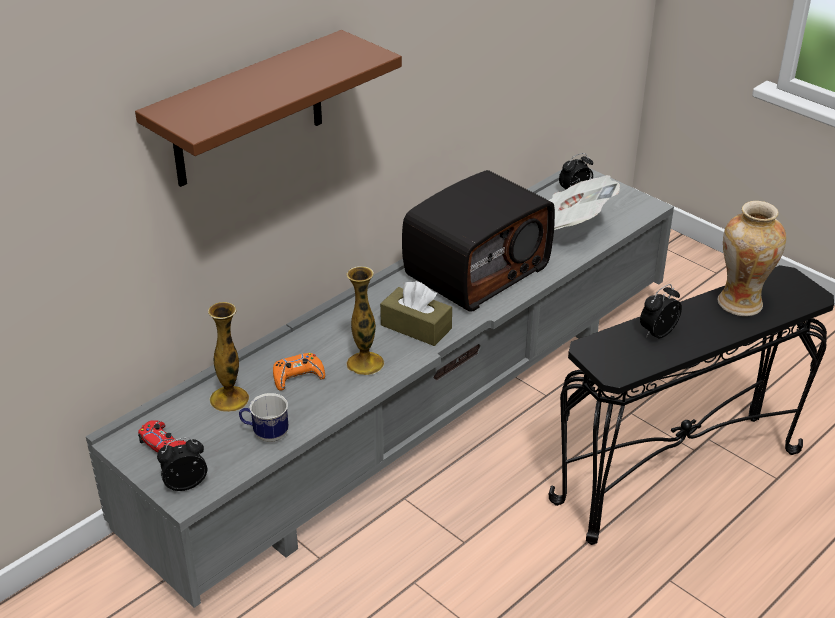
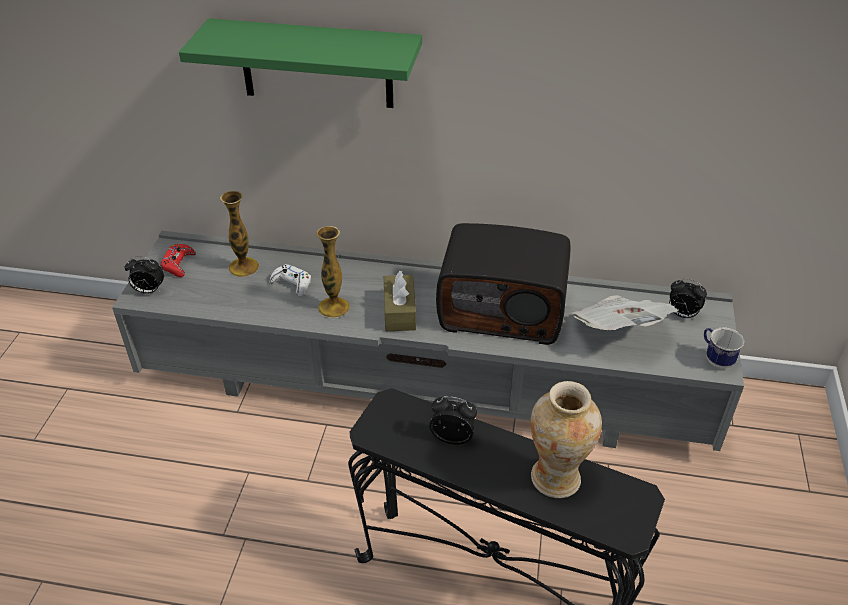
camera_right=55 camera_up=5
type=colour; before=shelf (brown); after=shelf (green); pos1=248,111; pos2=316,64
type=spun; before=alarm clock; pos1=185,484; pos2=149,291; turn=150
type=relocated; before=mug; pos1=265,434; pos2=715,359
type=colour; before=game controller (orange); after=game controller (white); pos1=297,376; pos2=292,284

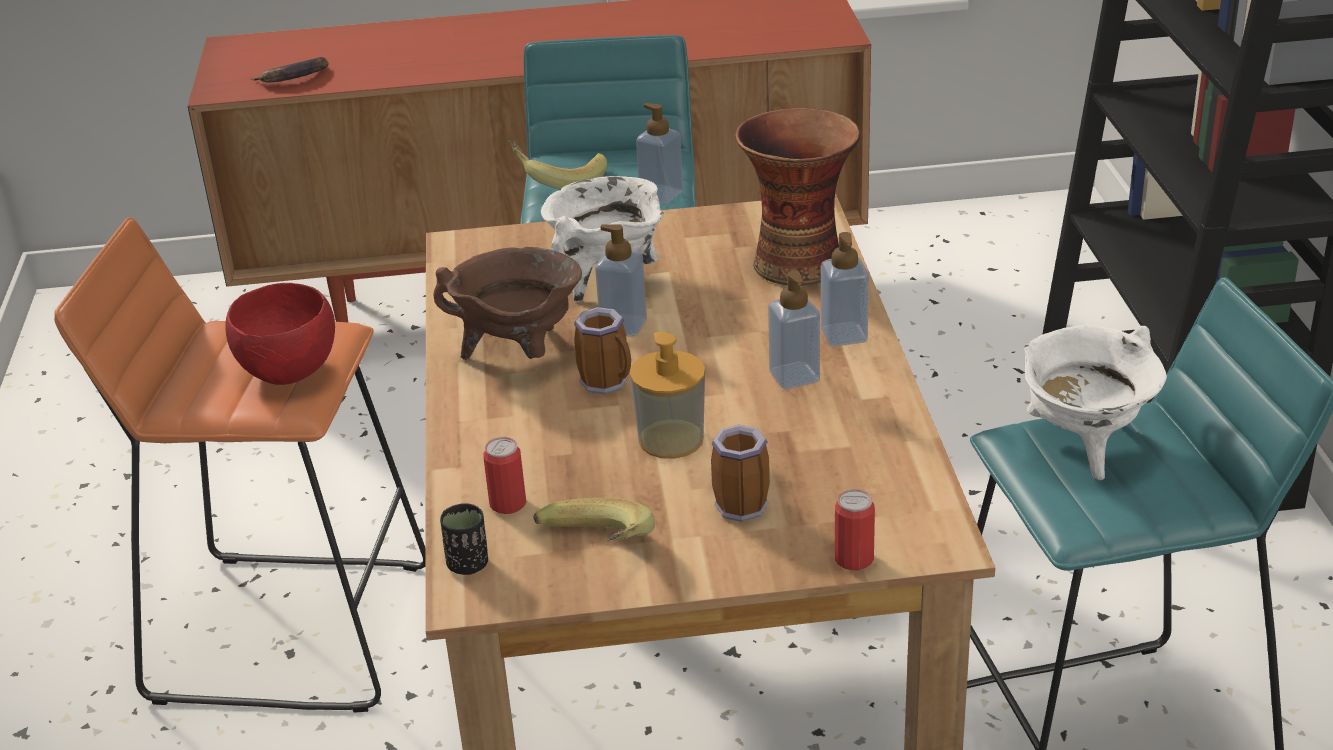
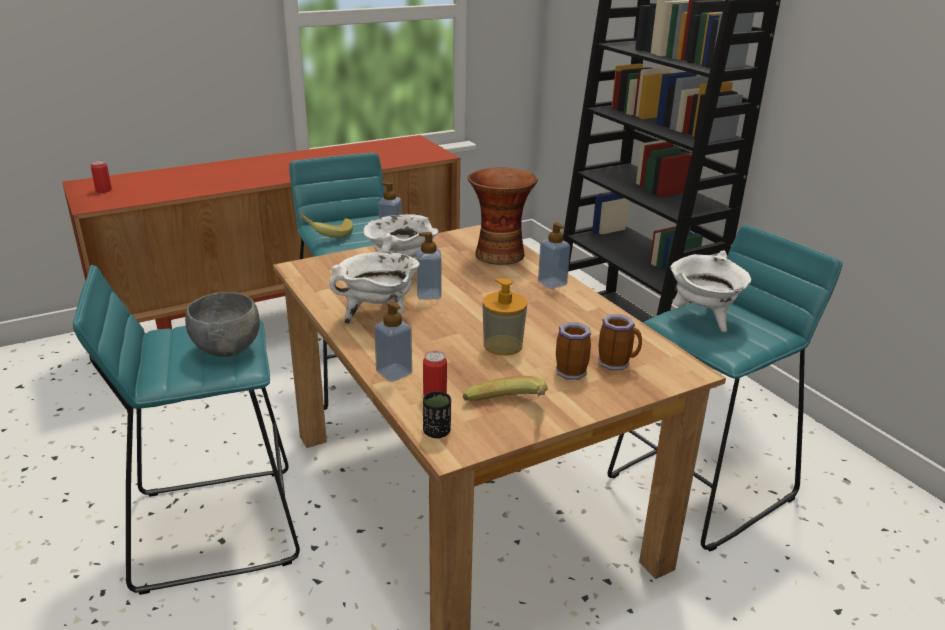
camera_right=-25 camera_up=-5
type=colour; before=stool (orange); after=stool (turquoise); pos1=289,629; pos2=214,526
type=colour; before=bowl (red); after=bowl (grey); pos1=289,371; pos2=227,349
type=missing; before=banana; pos1=294,78
type=colour; before=cooking pot (brown); after=cooking pot (white); pos1=519,354; pos2=379,316
type=relocated; before=mug; pos1=609,383; pos2=617,363
type=relocated; before=soap dispenser; pos1=794,376; pos2=394,373
type=relocated; before=can; pos1=854,559; pos2=104,190

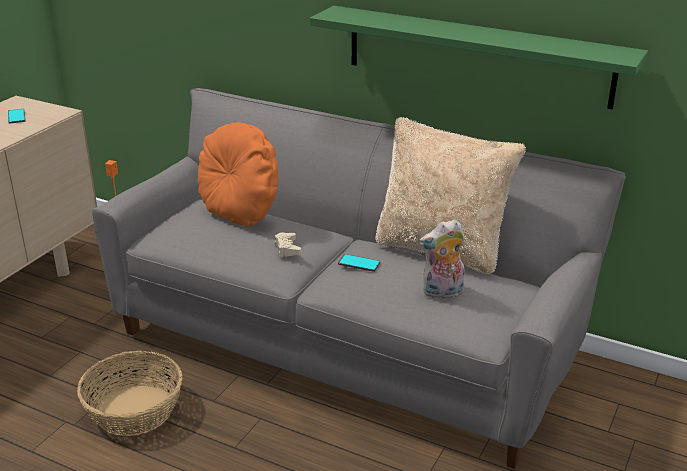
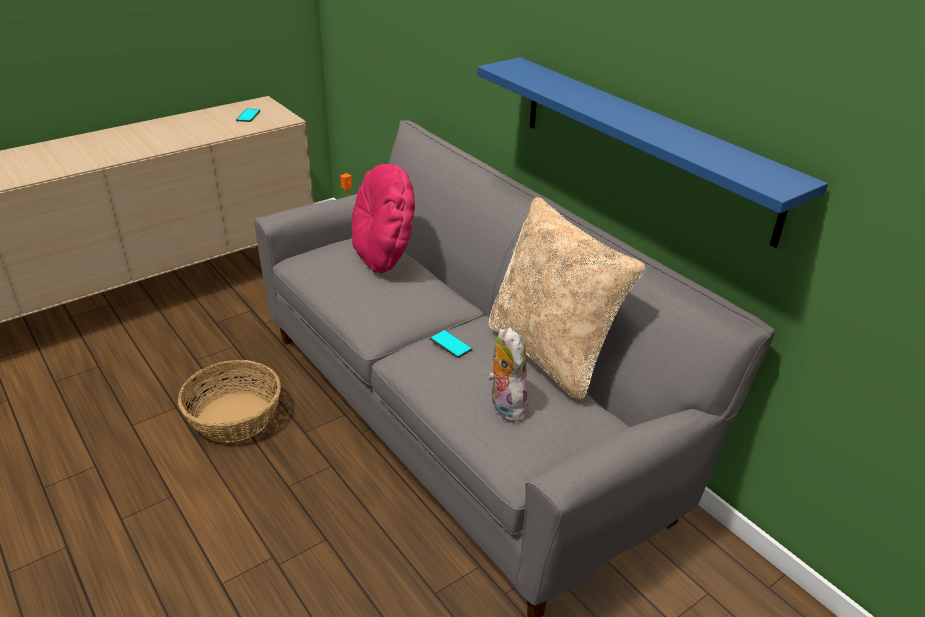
camera_right=25 camera_up=5
type=colour; before=pillow (orange); after=pillow (pink); pos1=240,214; pos2=384,258
type=missing; before=game controller (beige); pos1=287,248
type=colour; before=shelf (green); after=shelf (blue); pos1=476,56; pos2=643,144
type=spun; before=plush toy; pos1=442,293; pos2=505,406; turn=60

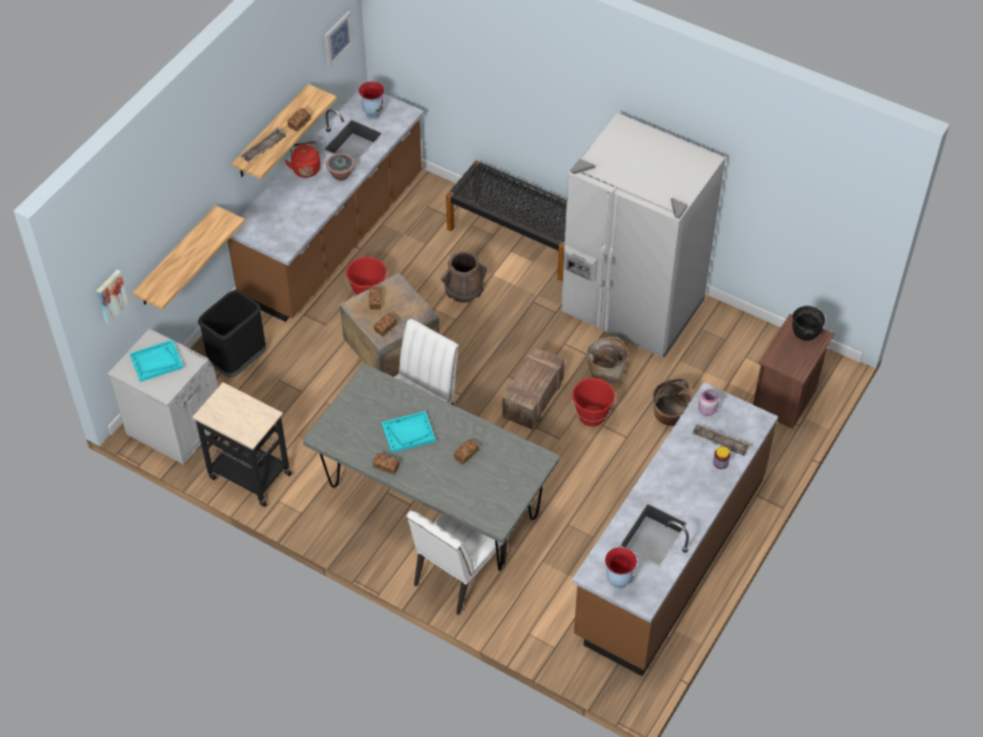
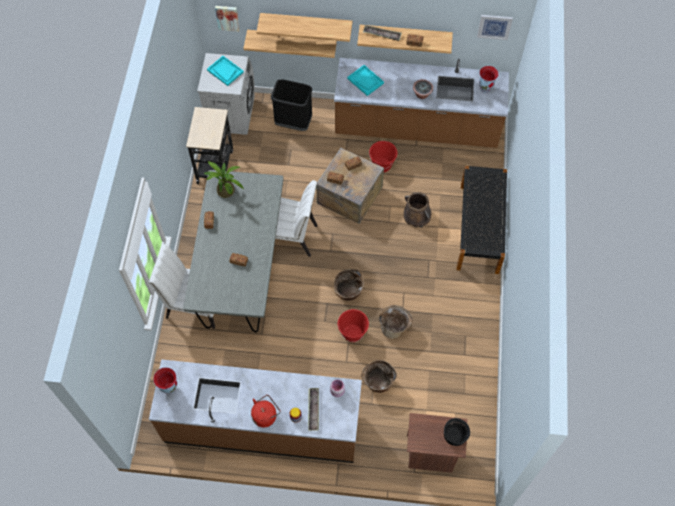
camera_right=65 camera_up=10
type=relocated; before=kettle (red); pos1=305,168; pos2=265,415
type=relocated; before=tray (turquoise); pos1=408,433; pos2=365,81
type=exchanged; before=crate; after=basket; pos1=533,399; pos2=348,293
type=missing; before=fridge (white); pos1=632,308
type=appeared; after=potted plant; pos2=225,189
type=appeared; after=shelf; pos2=306,23

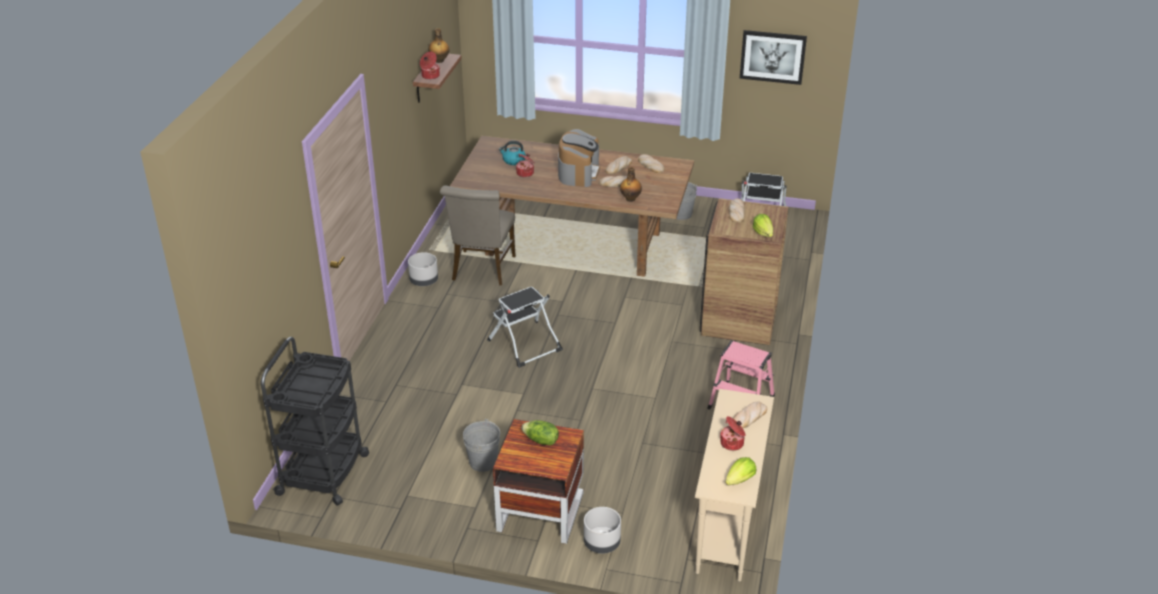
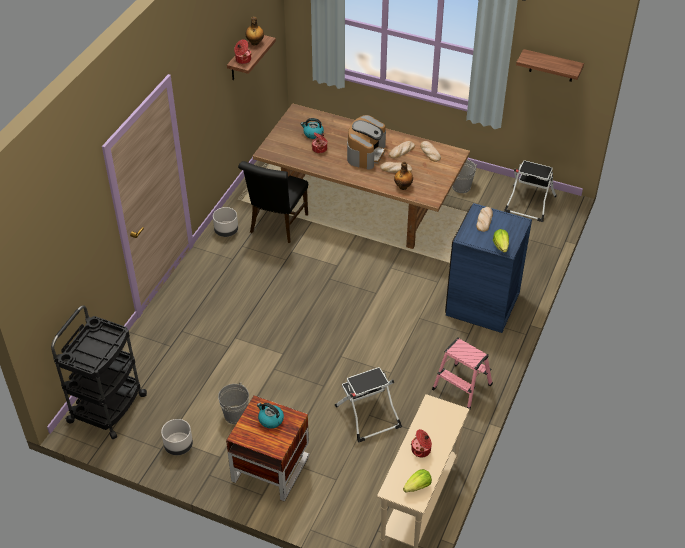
camera_right=10 camera_up=10
type=colour; before=chair (beige); after=chair (black); pos1=482,270; pos2=277,226
type=relocated; before=step ladder; pos1=525,343; pos2=368,414
type=exchanged; before=lettuce; after=kettle; pos1=541,441; pos2=270,420
type=relocated; before=planter (grey); pos1=602,543; pos2=179,446
type=colour; before=cabinet (brown); after=cabinet (blue); pos1=738,320; pos2=482,304
type=missing; before=bread; pos1=748,417
type=exchanged; before=picture; after=shelf; pos1=772,56; pos2=551,66

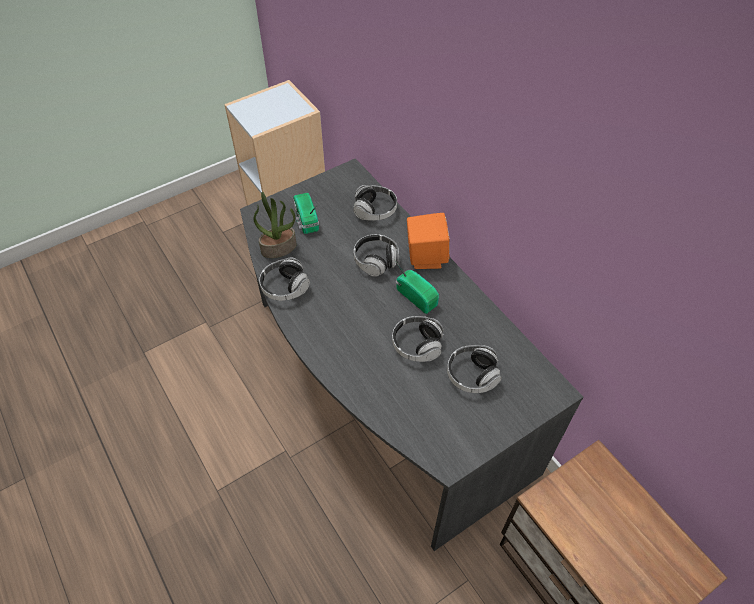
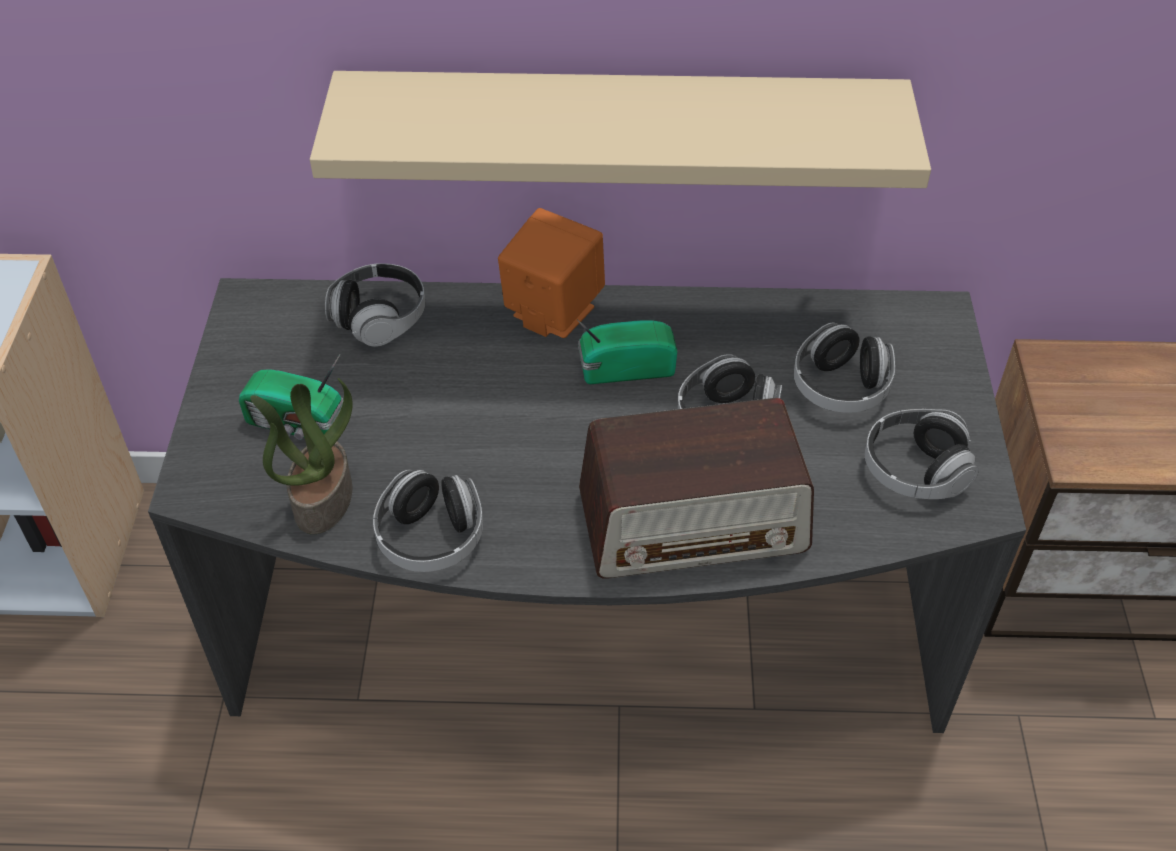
camera_right=-55 camera_up=-5
type=relocated; before=headphones; pos1=376,261; pos2=915,470
type=appeared; after=shelf (beige); pos2=619,127
type=appeared; after=radio; pos2=694,522

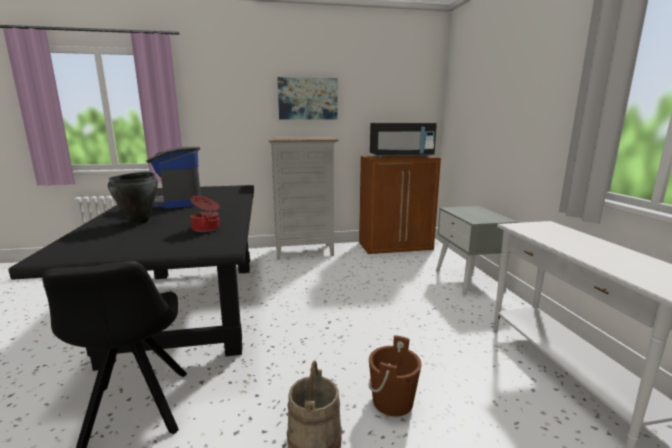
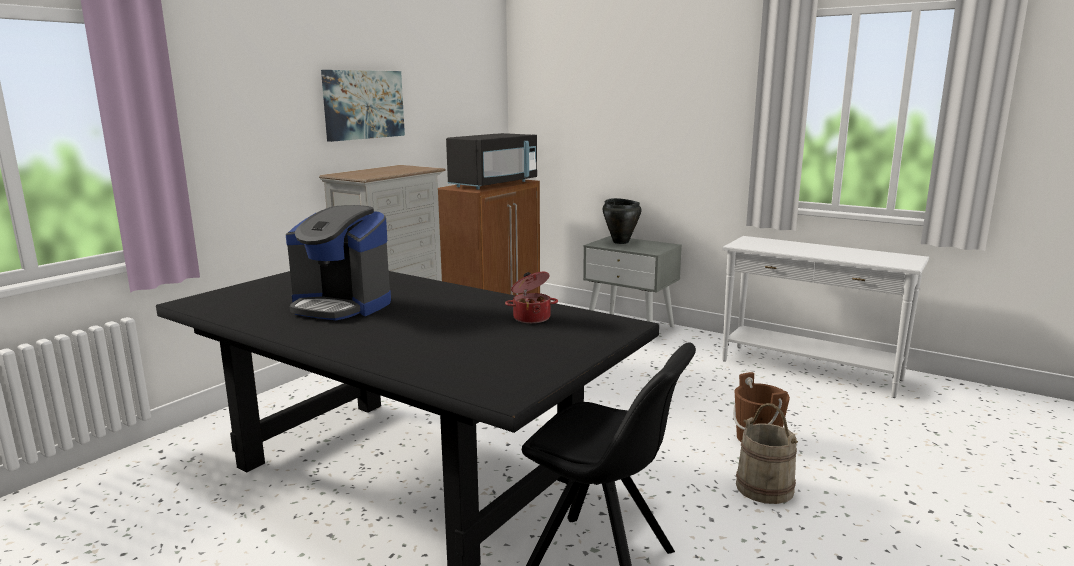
camera_right=-45 camera_up=0
type=relocated; before=cooking pot (black); pos1=139,221; pos2=621,242

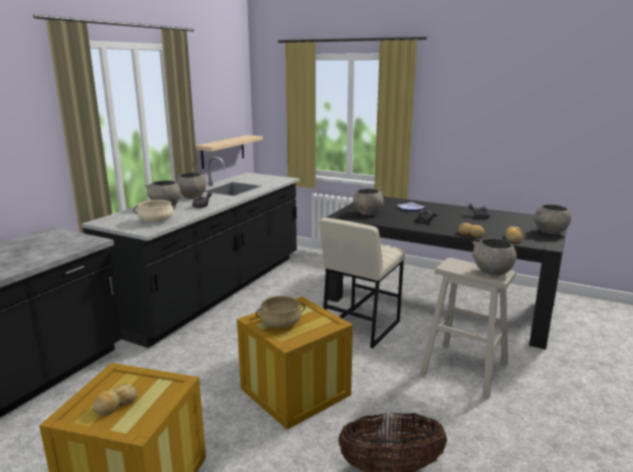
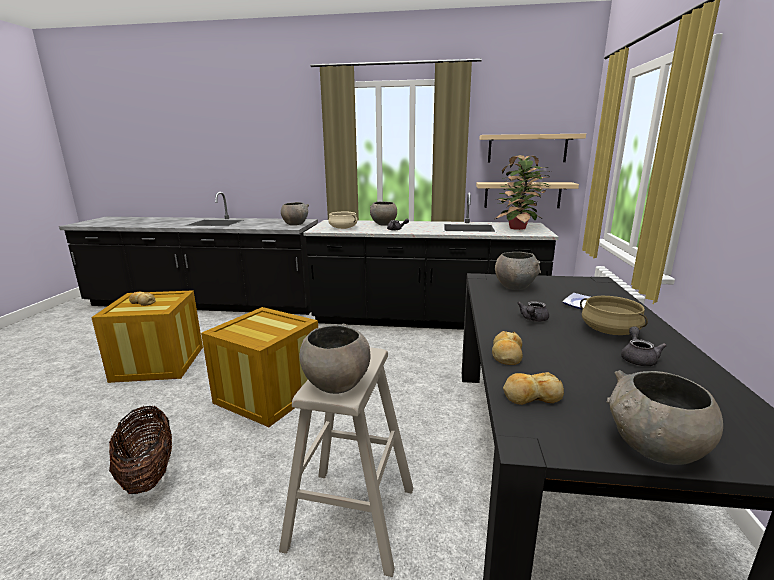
camera_right=70 camera_up=0
type=relocated; before=bowl (grey); pos1=192,197; pos2=295,224
type=relocated; before=cooking pot (beige); pos1=280,323; pos2=609,331
type=missing; before=chair (beige); pos1=360,327
type=appeared; after=shelf (beige); pos2=527,148
type=appeared; after=potted plant; pos2=519,228

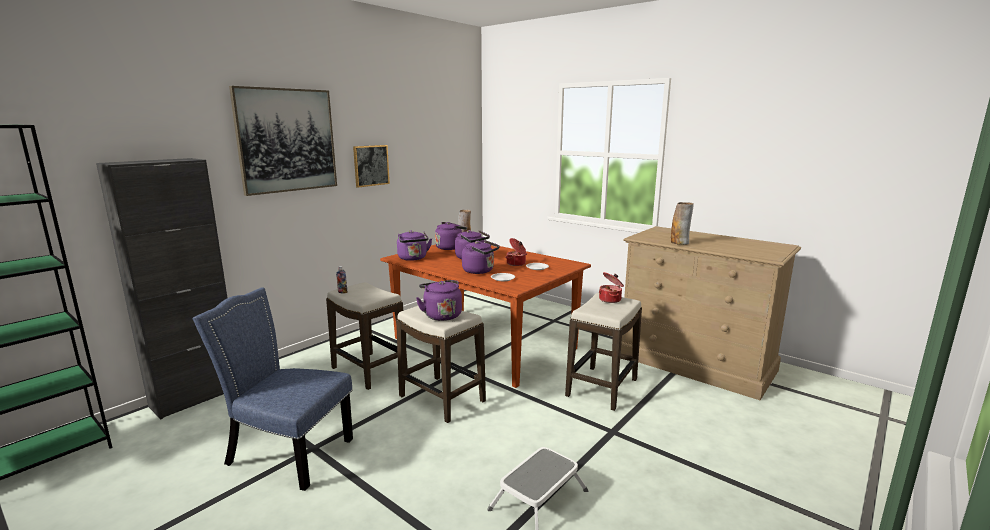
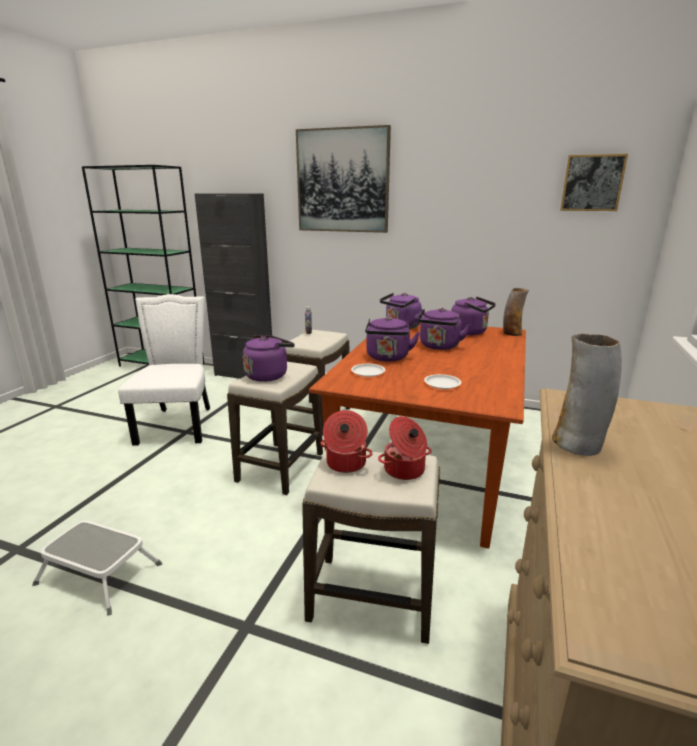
camera_right=70 camera_up=5
type=colour; before=chair (blue); after=chair (white); pos1=291,454; pos2=177,426
type=relocated; before=picture; pos1=371,165; pos2=592,183
type=relocated; before=cooking pot; pos1=516,264; pos2=345,464

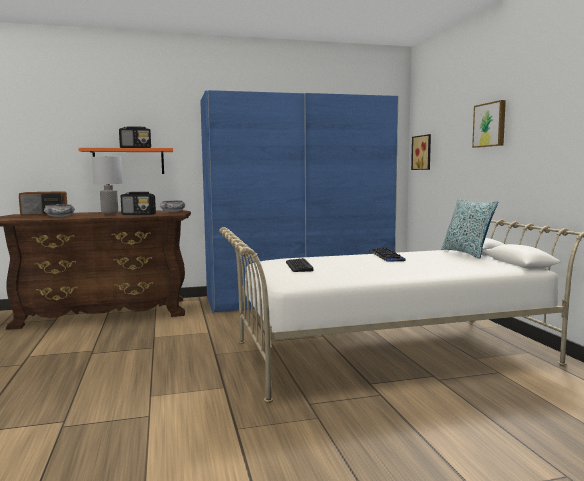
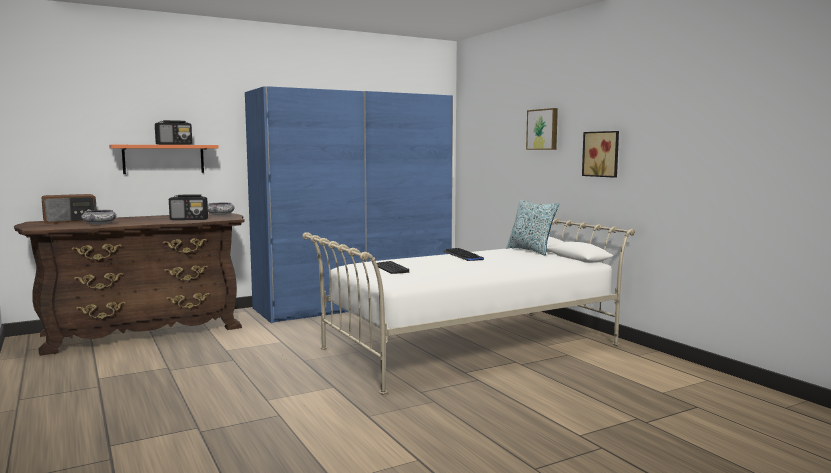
camera_right=-15 camera_up=0
type=missing; before=table lamp (grey); pos1=109,214
type=relocated; before=picture; pos1=423,152; pos2=602,154

